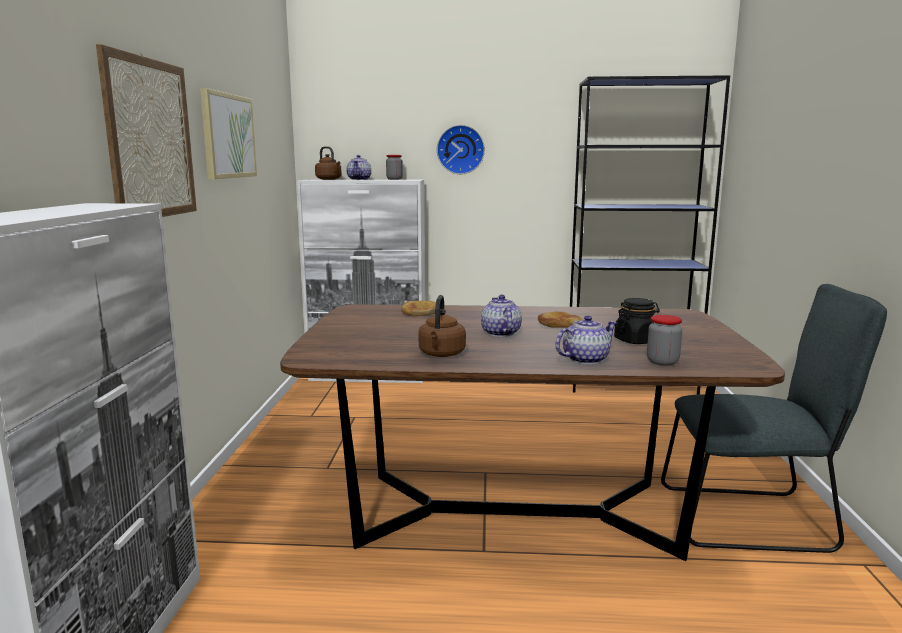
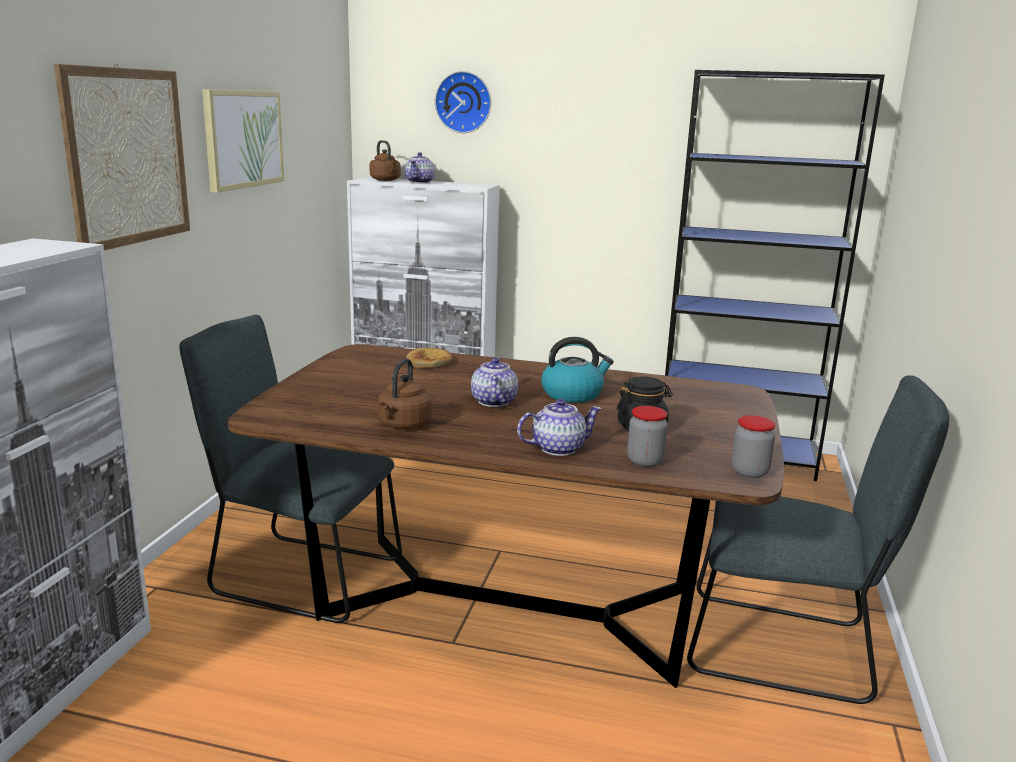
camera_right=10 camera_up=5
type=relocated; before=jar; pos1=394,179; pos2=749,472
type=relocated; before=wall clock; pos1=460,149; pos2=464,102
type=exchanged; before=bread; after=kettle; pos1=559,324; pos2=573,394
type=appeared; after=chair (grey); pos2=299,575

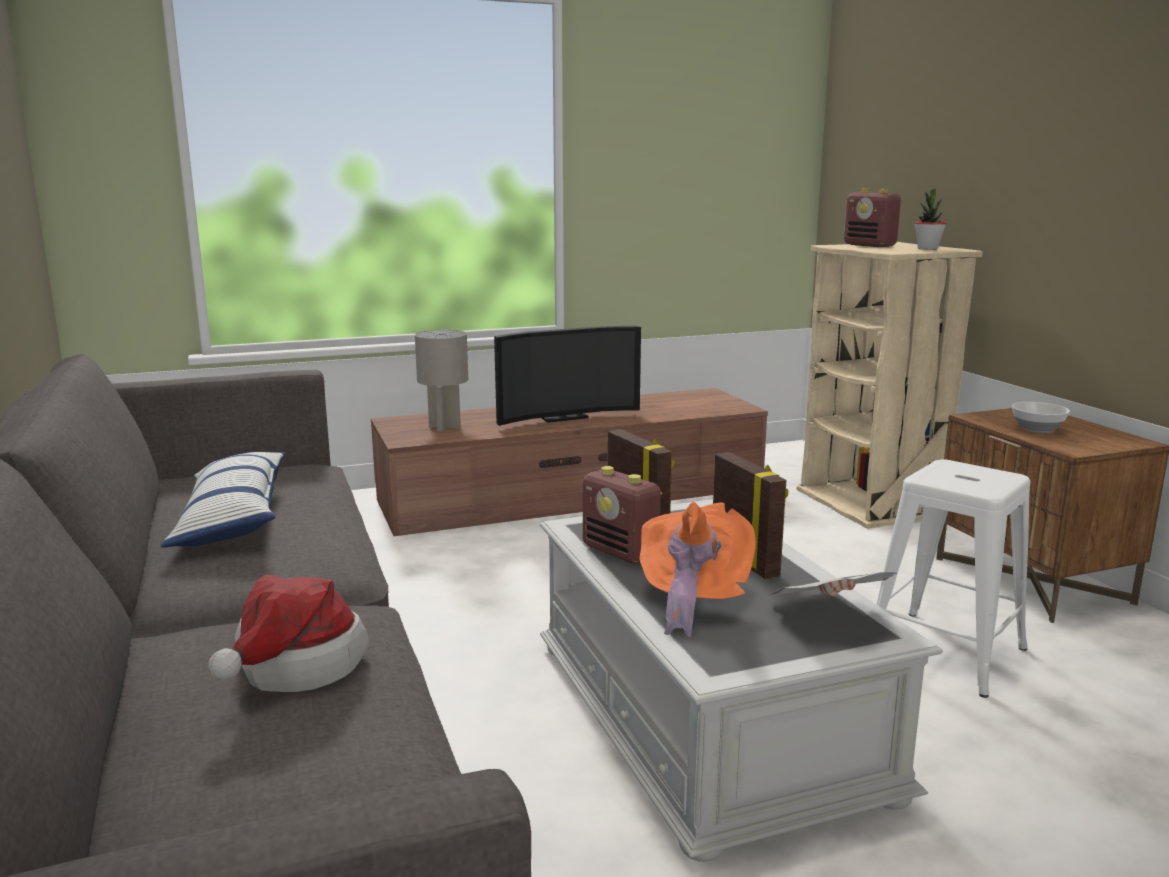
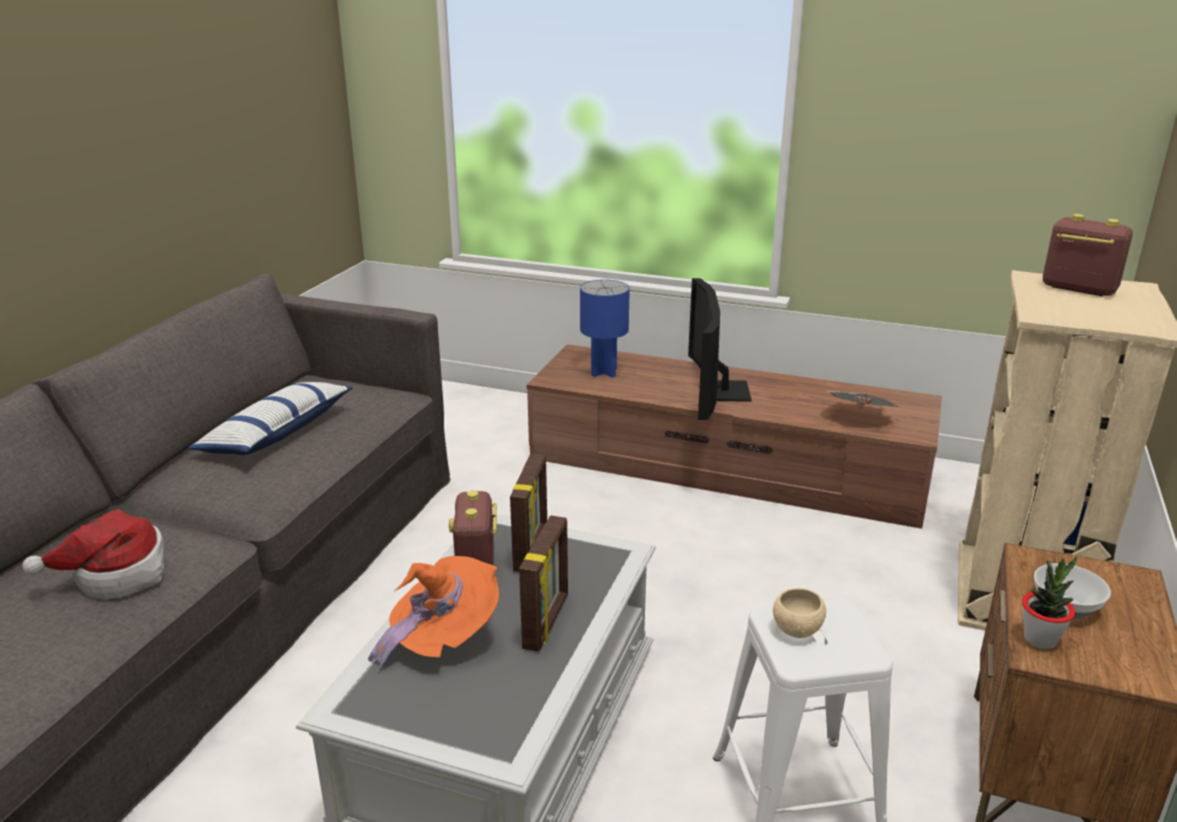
camera_right=40 camera_up=10
type=colour; before=table lamp (grey); after=table lamp (blue); pos1=445,427; pos2=604,372
type=spun; before=television; pos1=562,417; pos2=717,391; turn=75
type=relocated; before=newspaper; pos1=827,615; pos2=860,417
type=spun; before=radio; pos1=870,245; pos2=1077,289; turn=120
type=relocated; before=potted plant; pos1=927,248; pos2=1040,639
type=appeared; after=bowl (beige); pos2=796,630

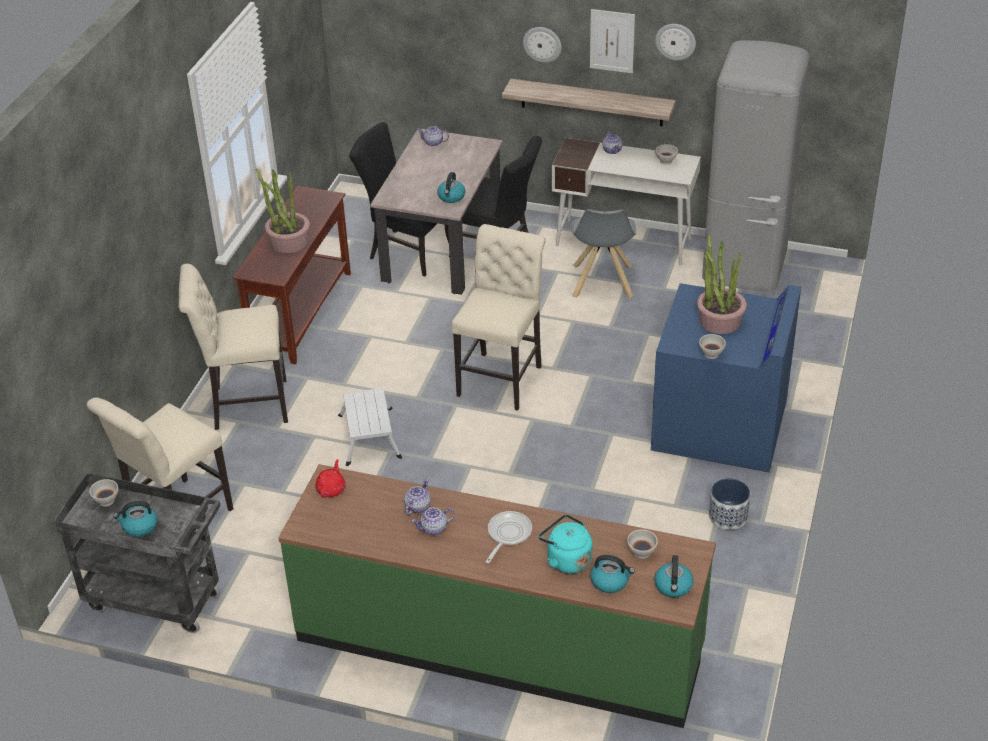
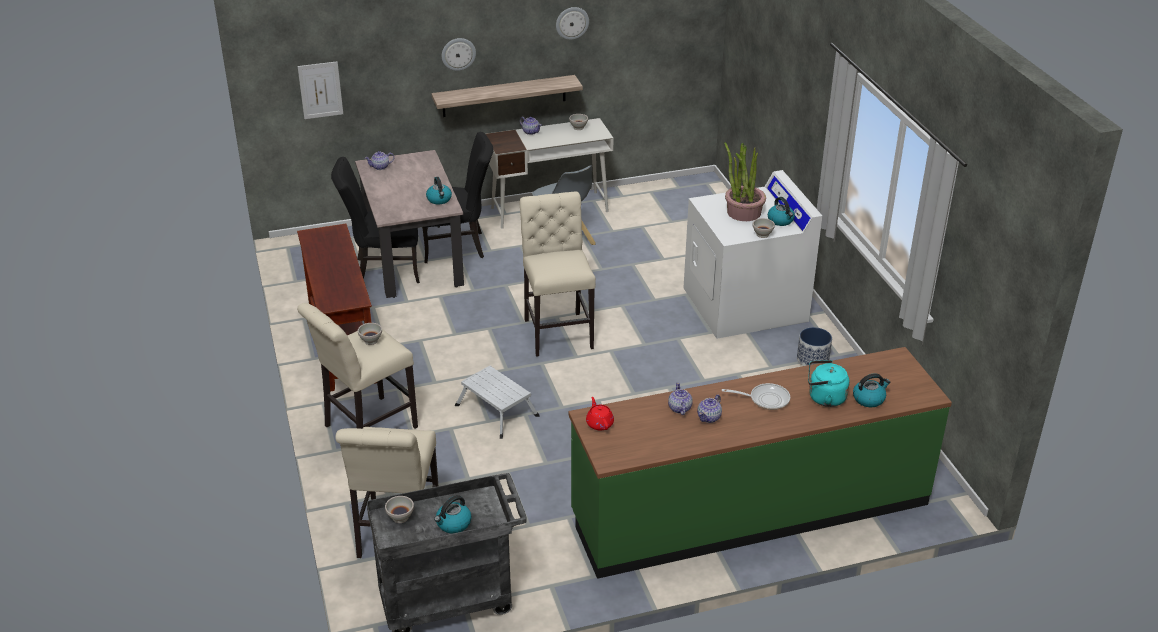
camera_right=-35 camera_up=-5
type=missing; before=potted plant; pos1=288,242
type=spun; before=frying pan; pos1=507,535; pos2=765,399; turn=105
type=relocated; before=picture; pos1=612,41; pos2=320,90
type=relocated; before=bowl (white); pos1=641,552; pos2=370,341
type=colour; before=washing machine (blue); after=washing machine (white); pos1=719,425; pos2=745,305
type=relocated; before=kettle; pos1=673,586; pos2=781,220
type=missing; before=fridge (grey); pos1=744,268

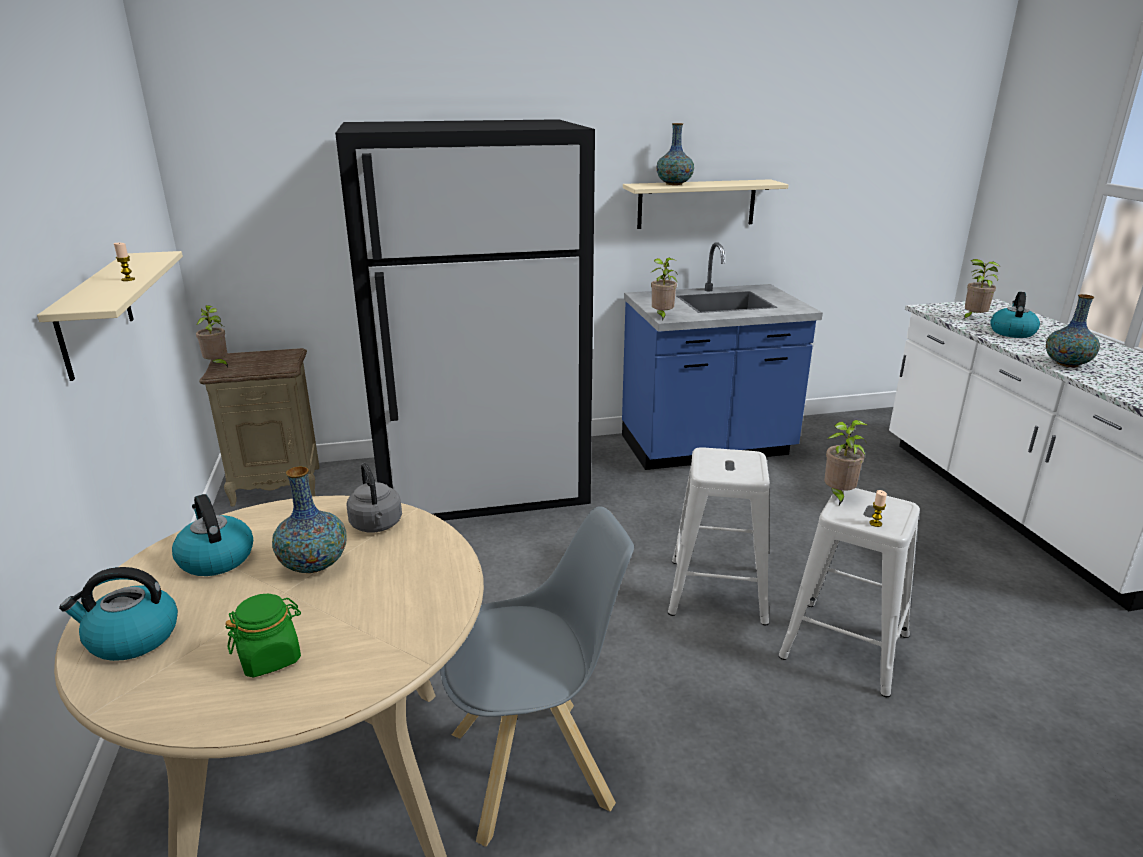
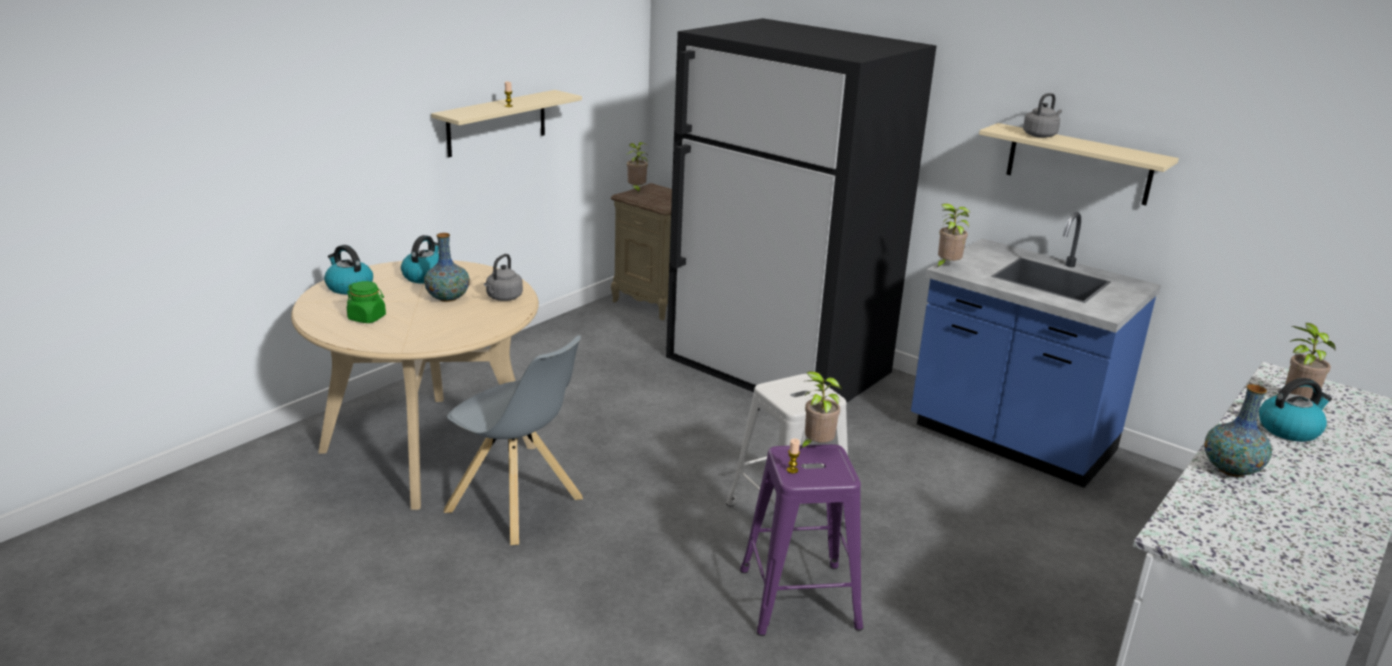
camera_right=50 camera_up=0
type=exchanged; before=vase; after=kettle (grey); pos1=674,184; pos2=1040,135
type=colour; before=stool (white); after=stool (purple); pos1=845,646; pos2=799,599

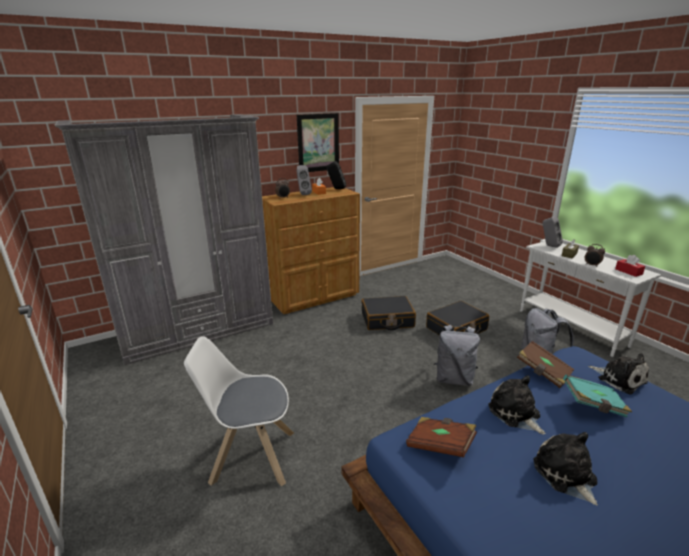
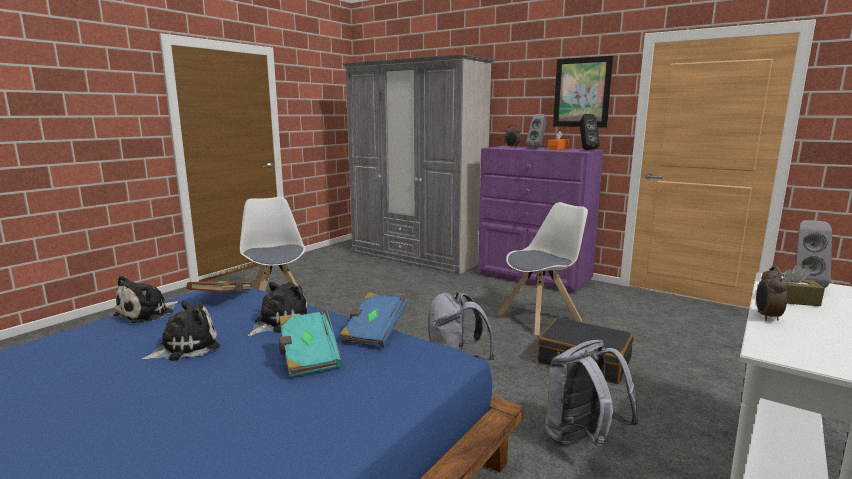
camera_right=65 camera_up=-10
type=colour; before=dresser (brown); after=dresser (purple); pos1=314,297; pos2=534,278
type=exchanged; before=suitcase (black); after=chair; pos1=387,320; pos2=540,317
type=colour; before=book (brown); after=book (blue); pos1=543,372; pos2=374,332
type=relocated; before=plush toy; pos1=619,379; pos2=148,313
type=missing; before=tissue box (red); pos1=628,272

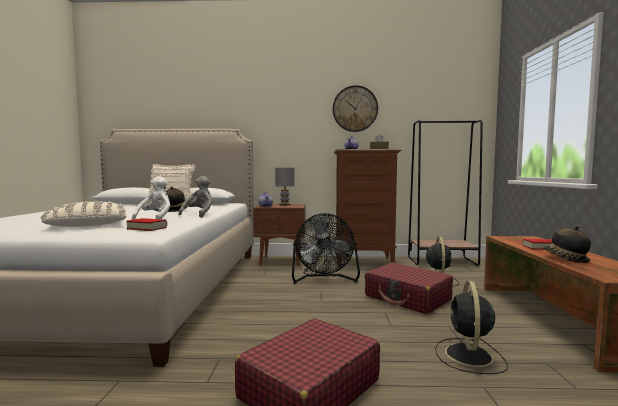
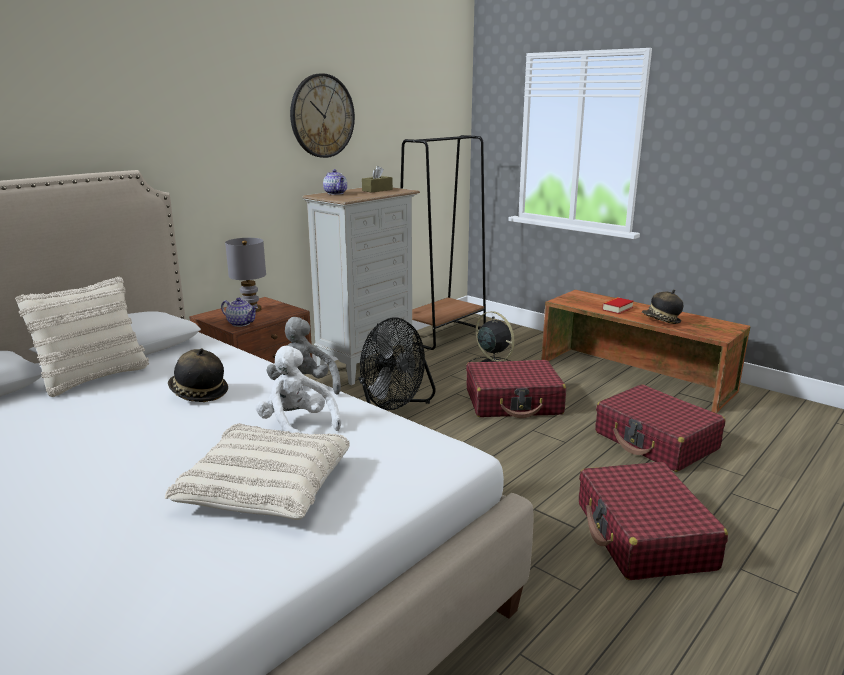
camera_right=-50 camera_up=15
type=missing; before=book; pos1=147,228
type=colour; before=dresser (brown); after=dresser (white); pos1=365,261; pos2=368,365
type=exchanged; before=fan (black); after=suitcase (red); pos1=469,356; pos2=656,441

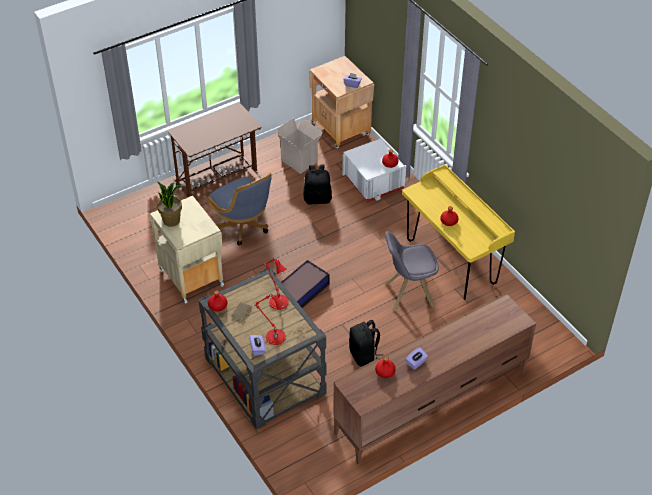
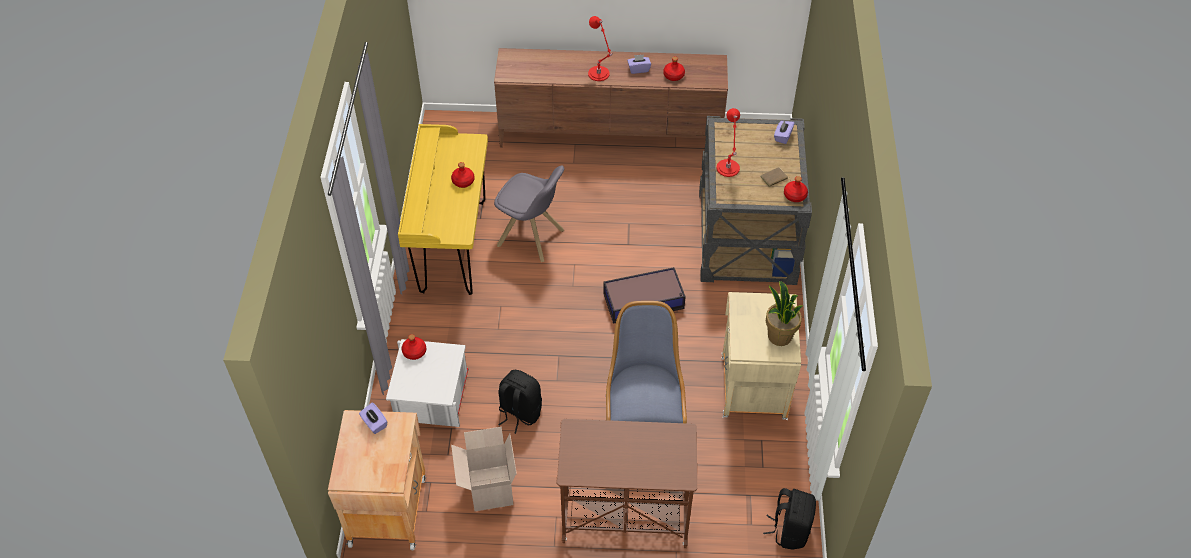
camera_right=-145 camera_up=5
type=relocated; before=table lamp (red); pos1=274,336; pos2=599,75
type=relocated; before=backpack (black); pos1=364,356; pos2=789,530

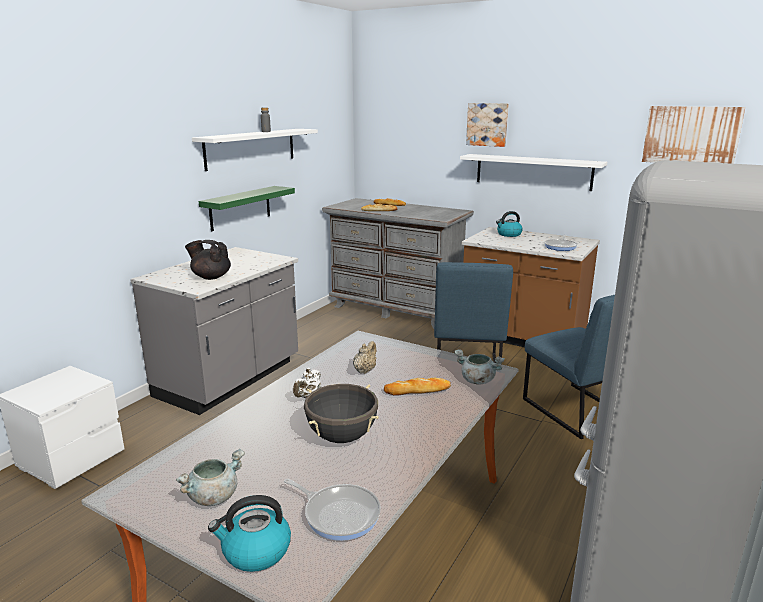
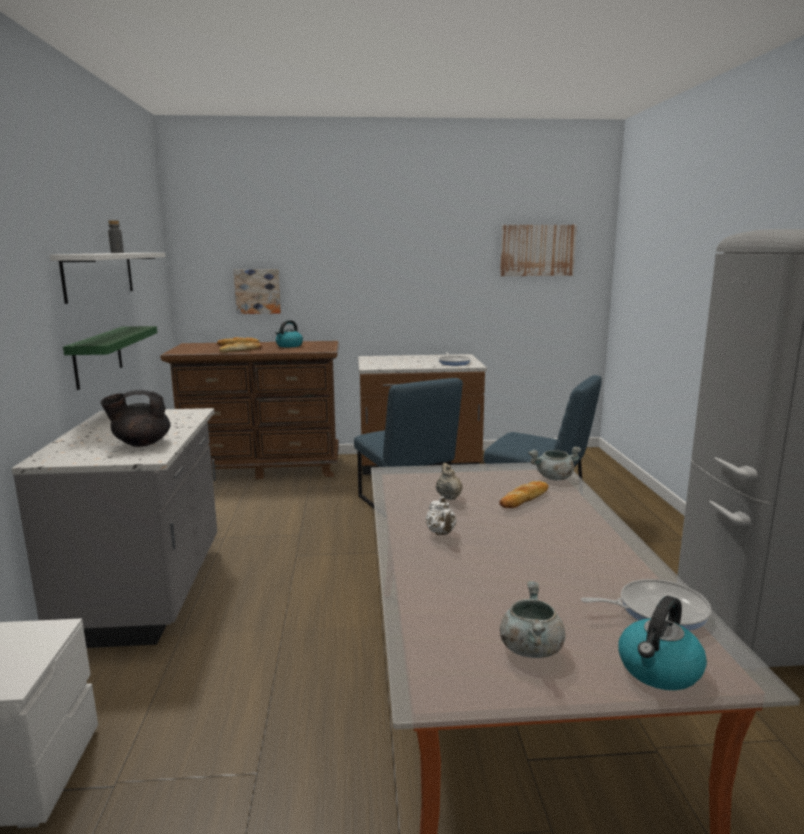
camera_right=-35 camera_up=-5
type=missing; before=cooking pot (black); pos1=342,437
type=colour; before=dresser (grey); after=dresser (brown); pos1=396,310; pos2=263,468
type=missing; before=shelf (white); pos1=533,172
type=relocated; before=picture; pos1=487,124; pos2=257,291
type=relocated; before=kettle; pos1=508,234; pos2=289,346

